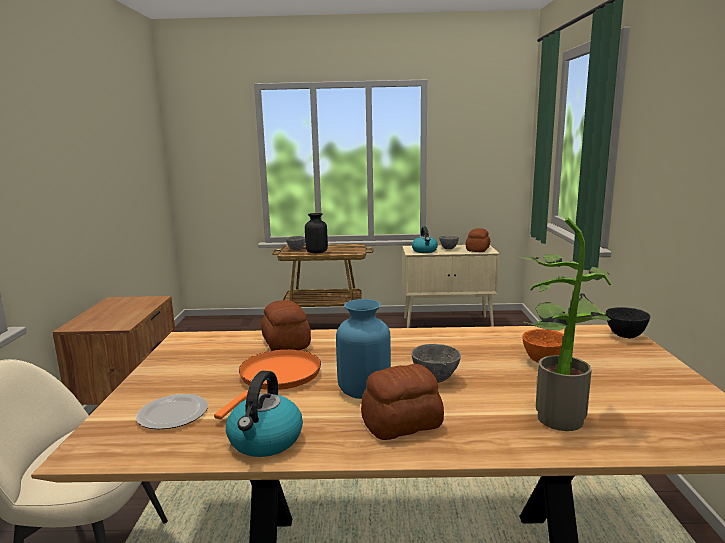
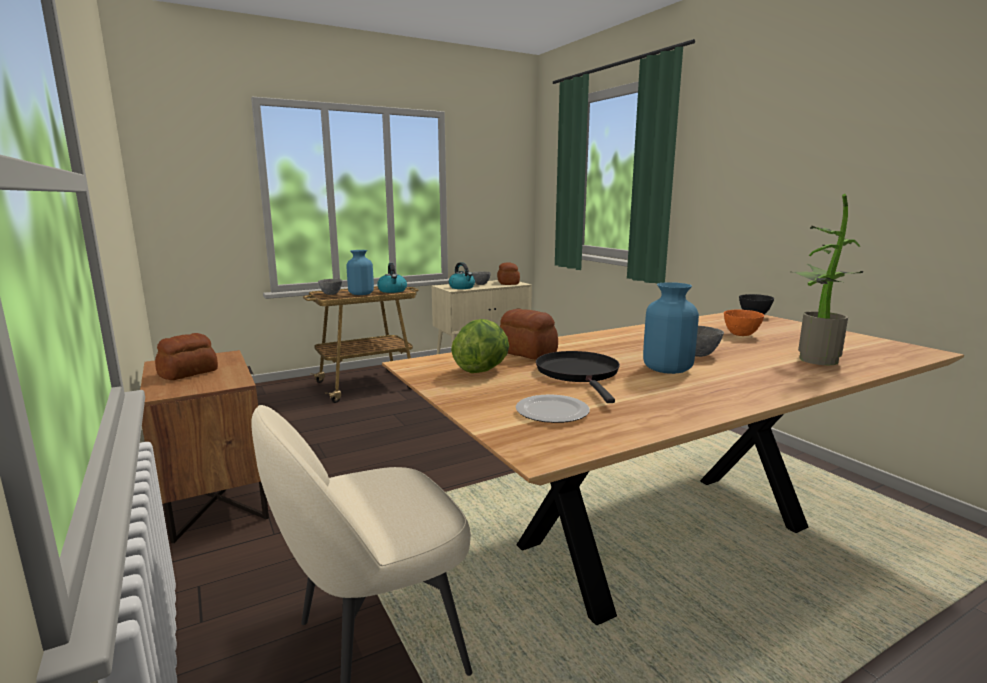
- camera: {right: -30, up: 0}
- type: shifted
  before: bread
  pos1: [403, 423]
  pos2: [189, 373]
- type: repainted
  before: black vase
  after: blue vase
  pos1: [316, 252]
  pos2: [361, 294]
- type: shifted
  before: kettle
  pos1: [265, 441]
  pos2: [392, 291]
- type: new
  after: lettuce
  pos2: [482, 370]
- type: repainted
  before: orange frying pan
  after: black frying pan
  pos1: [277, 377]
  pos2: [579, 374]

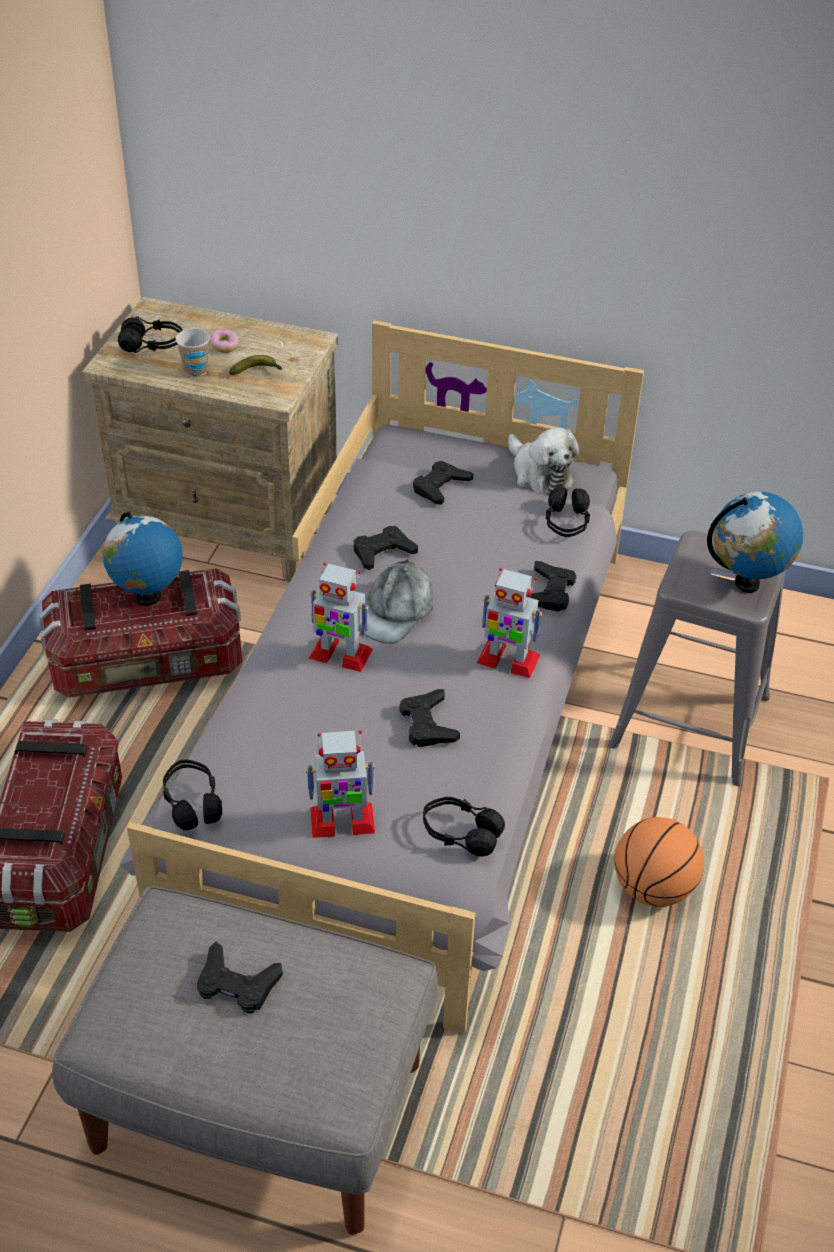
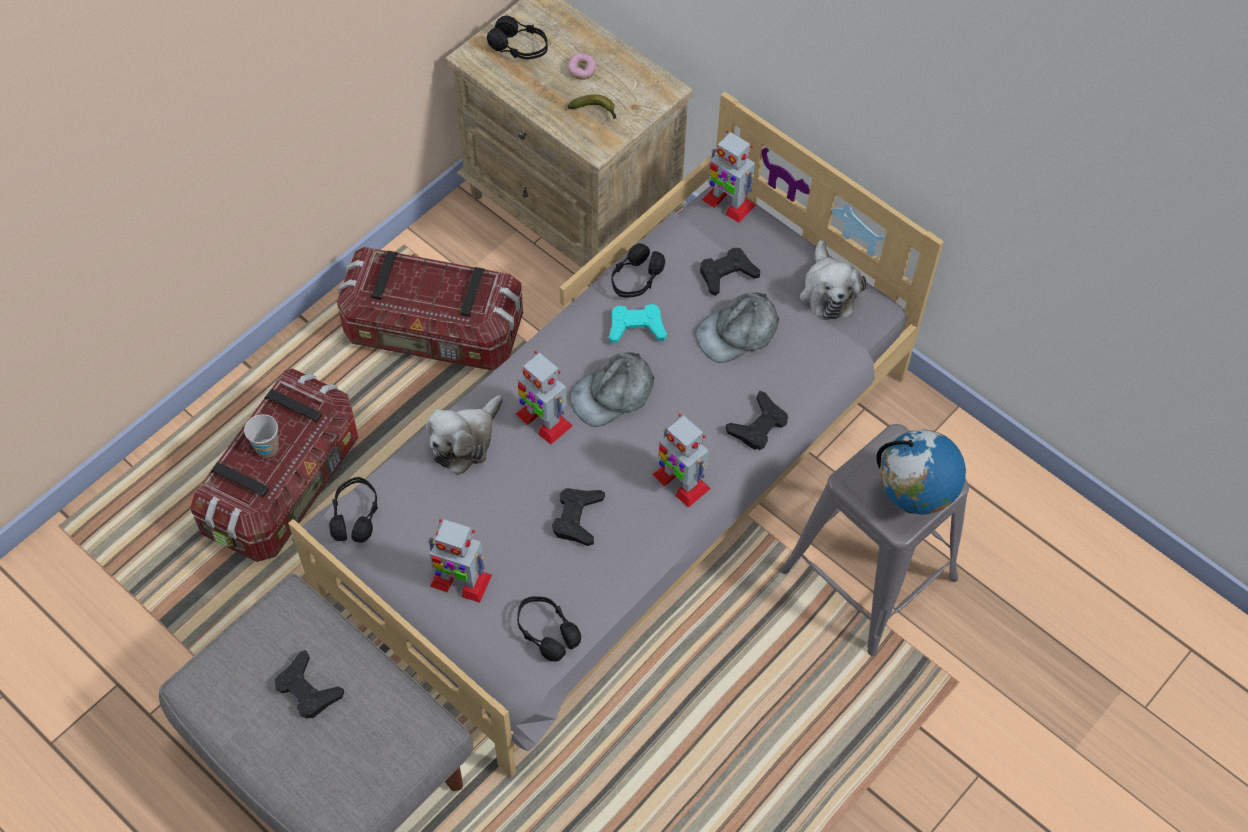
- camera: {right: 25, up: 15}
- type: shifted
  before: cup
  pos1: [195, 370]
  pos2: [267, 448]
- type: new
  after: plush toy
  pos2: [465, 441]
- type: repainted
  before: black game controller
  after: turquoise game controller
  pos1: [383, 552]
  pos2: [636, 327]
- type: shifted
  before: black headphones
  pos1: [566, 522]
  pos2: [636, 279]
- type: new
  after: grey cap
  pos2: [738, 332]
- type: new
  after: toy robot
  pos2: [727, 202]
- type: gone
  before: globe
  pos1: [148, 597]
- type: gone
  before: basketball
  pos1: [653, 888]

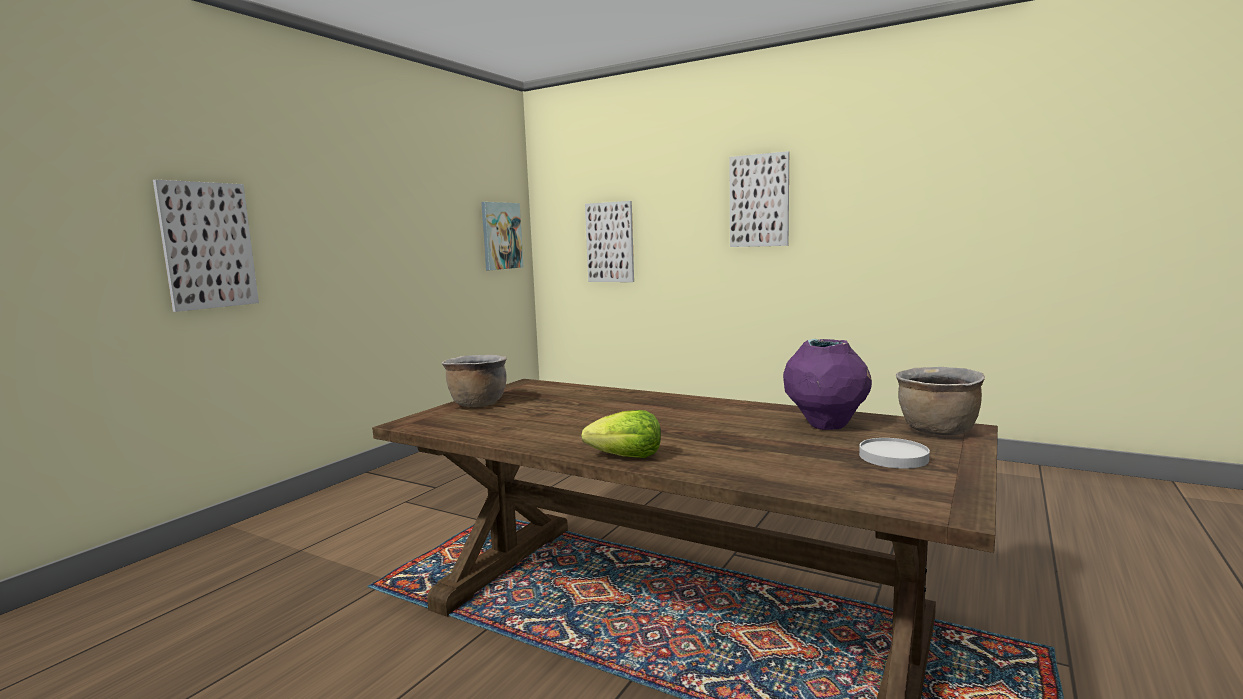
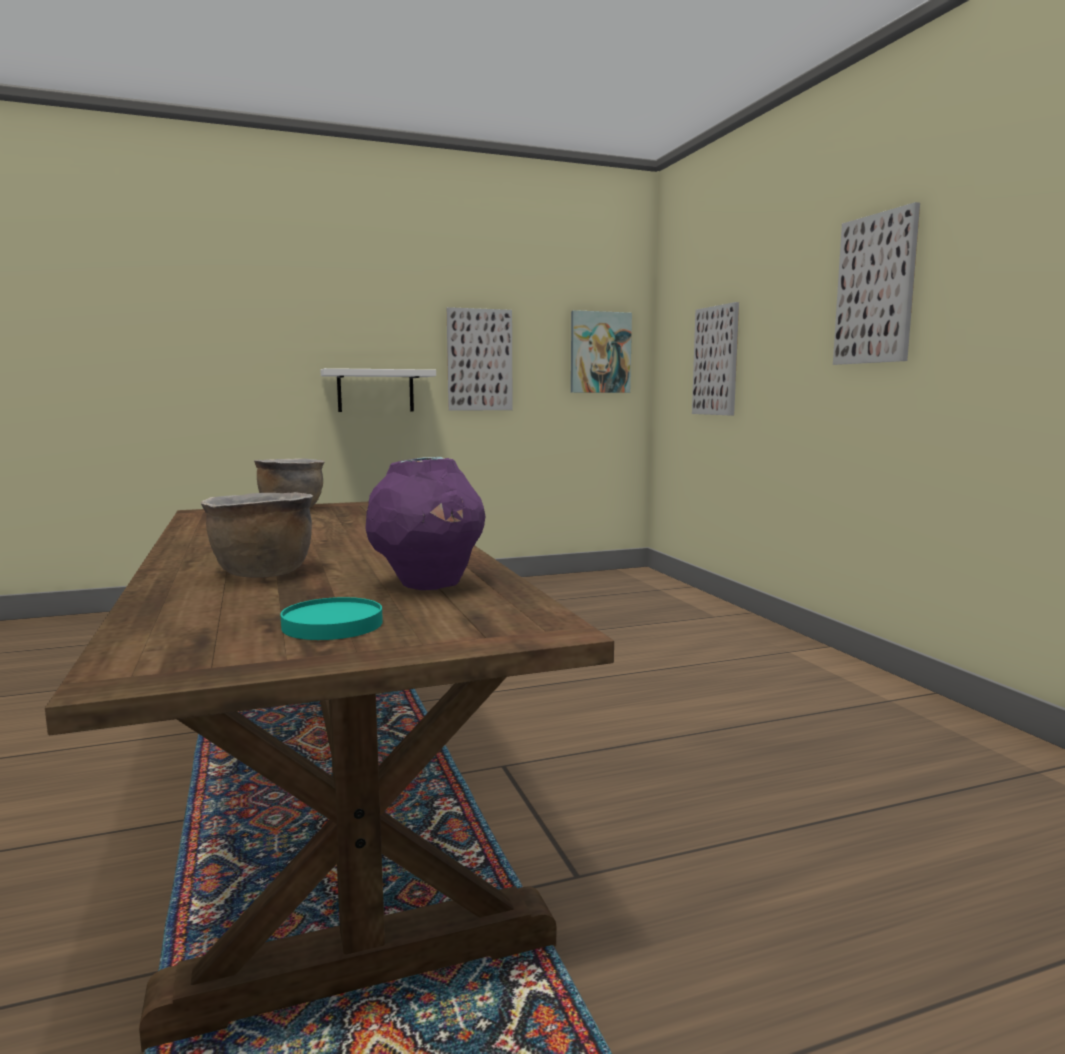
- camera: {right: 40, up: 0}
- type: shifted
  before: brown cooking pot
  pos1: [937, 431]
  pos2: [262, 573]
- type: repainted
  before: white plate
  after: turquoise plate
  pos1: [893, 457]
  pos2: [333, 624]
- type: new
  after: white shelf
  pos2: [375, 391]
- type: shifted
  before: picture
  pos1: [208, 245]
  pos2: [479, 360]
- type: gone
  before: lettuce
  pos1: [627, 457]

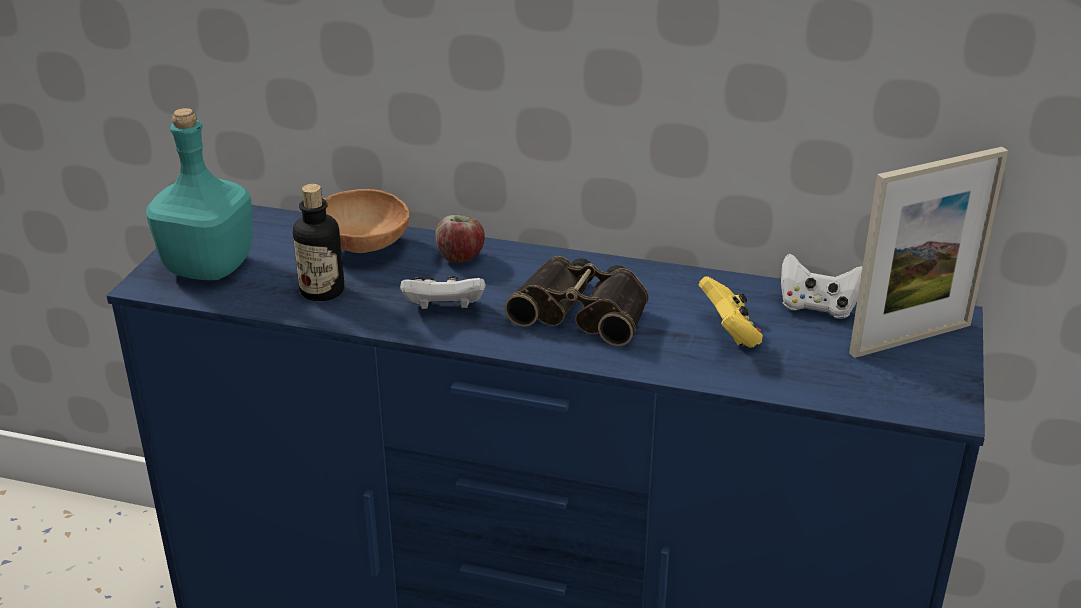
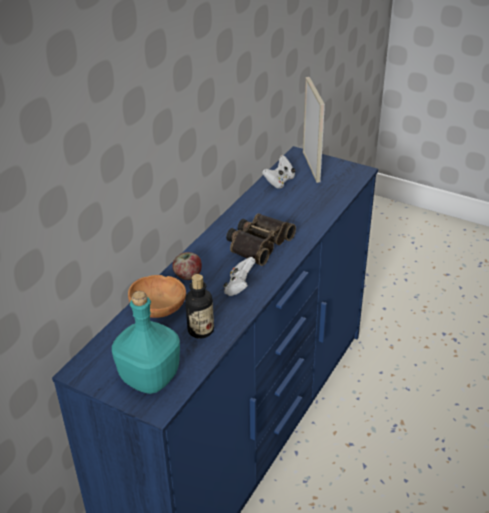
- camera: {right: -75, up: 5}
- type: gone
  before: yellow game controller
  pos1: [730, 334]

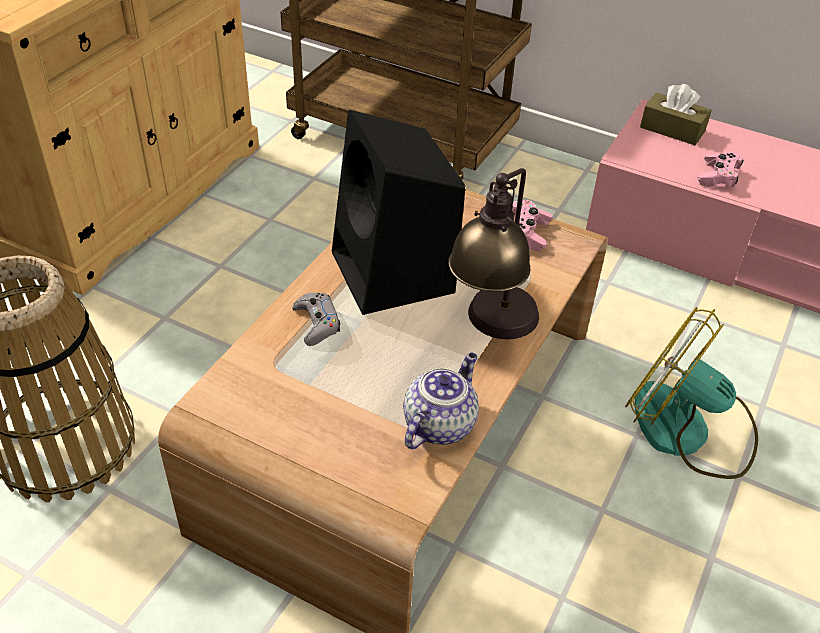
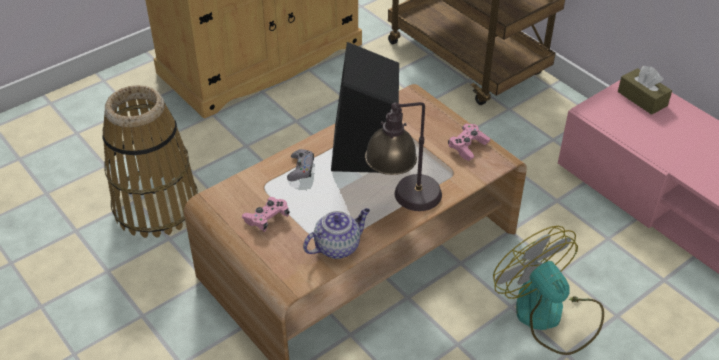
- camera: {right: 25, up: 0}
- type: shifted
  before: pink game controller
  pos1: [718, 177]
  pos2: [267, 219]

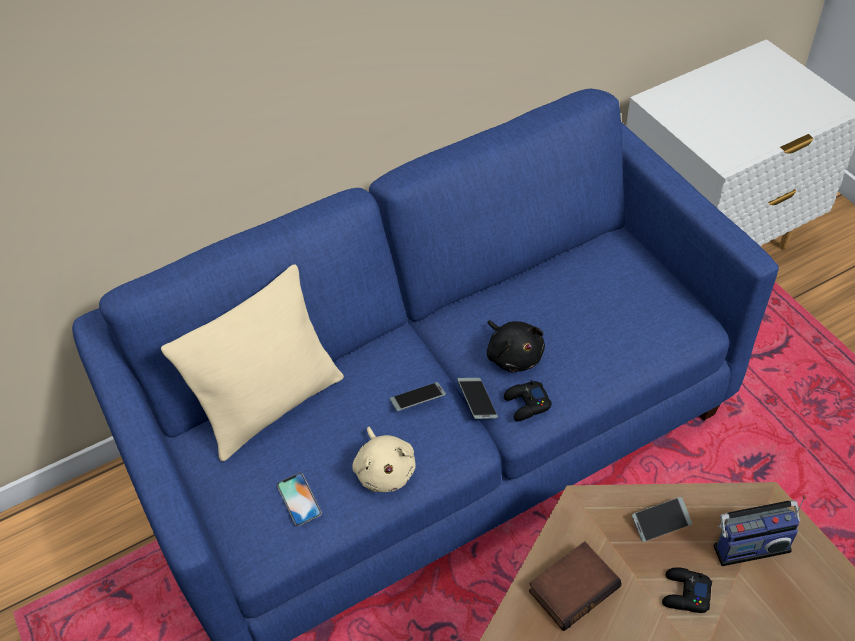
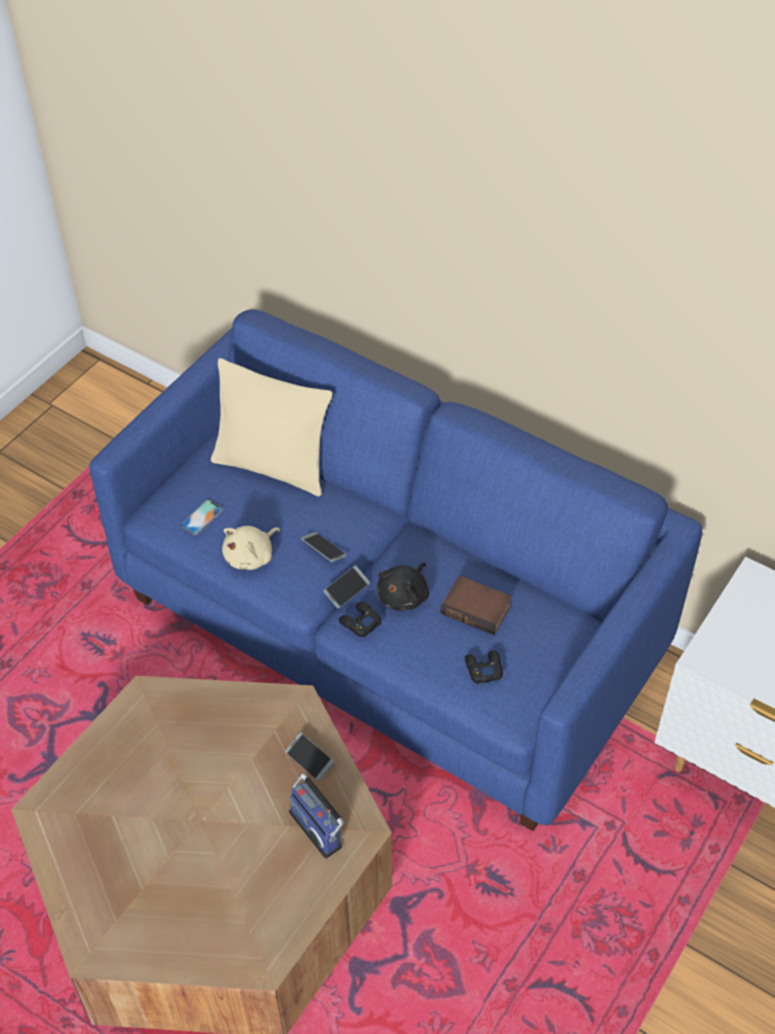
- camera: {right: 60, up: 0}
- type: shifted
  before: book
  pos1: [573, 587]
  pos2: [477, 608]
- type: shifted
  before: black game controller
  pos1: [685, 594]
  pos2: [483, 669]

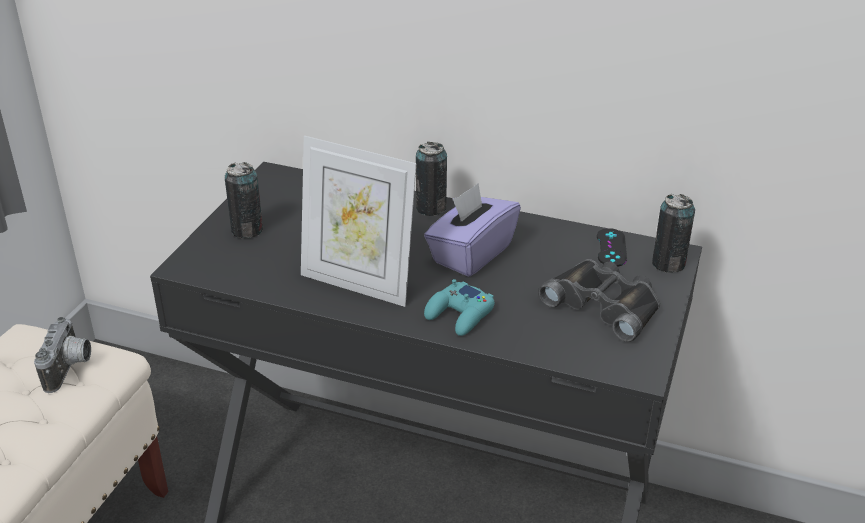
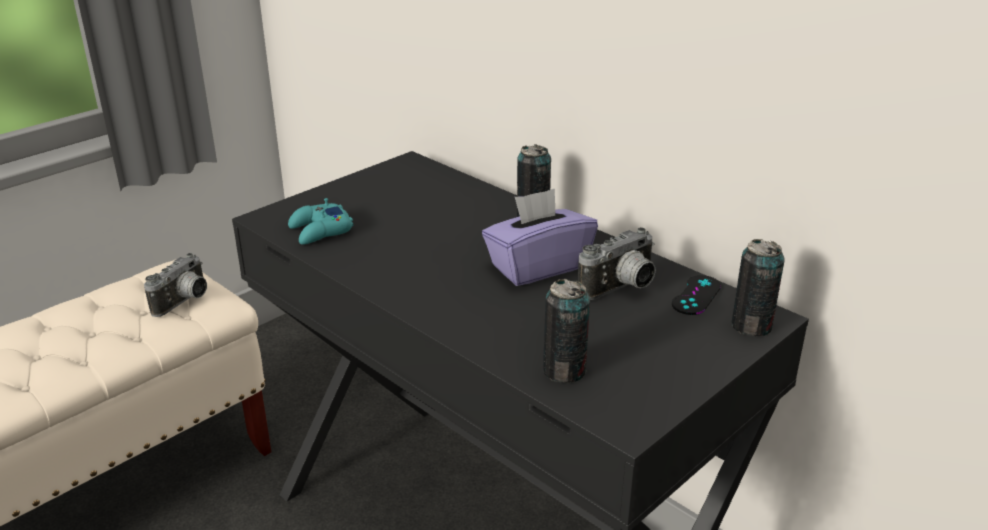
- camera: {right: 25, up: -5}
- type: shifted
  before: turquoise game controller
  pos1: [460, 315]
  pos2: [320, 231]
- type: shifted
  before: can
  pos1: [247, 230]
  pos2: [564, 371]
- type: new
  after: photo camera
  pos2: [622, 289]
- type: gone
  before: picture frame
  pos1: [358, 283]
- type: gone
  before: black binoculars
  pos1: [604, 305]

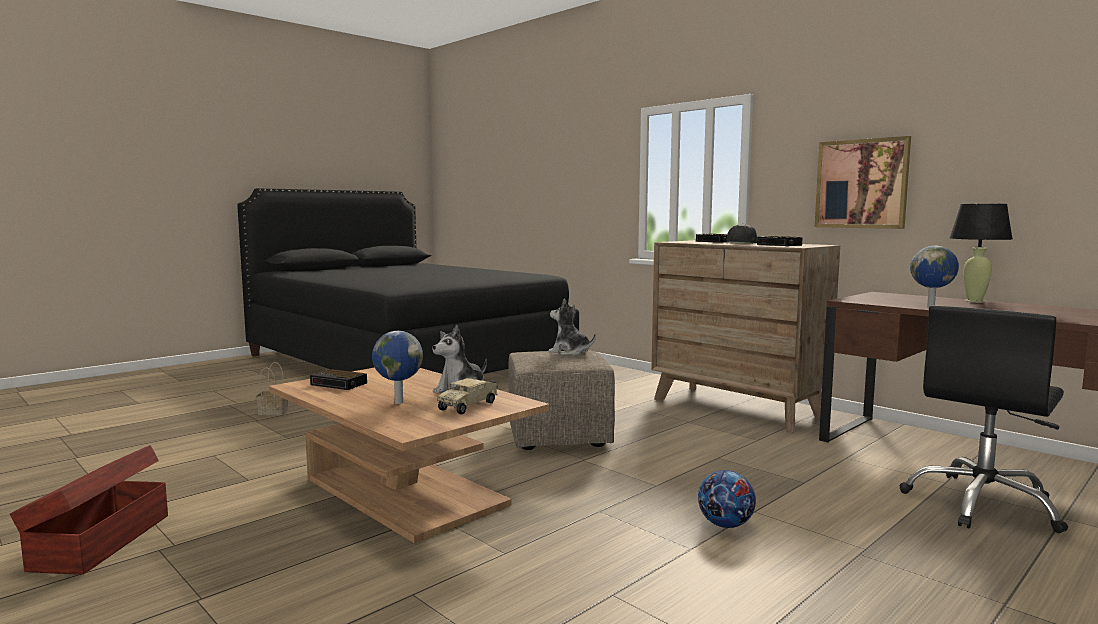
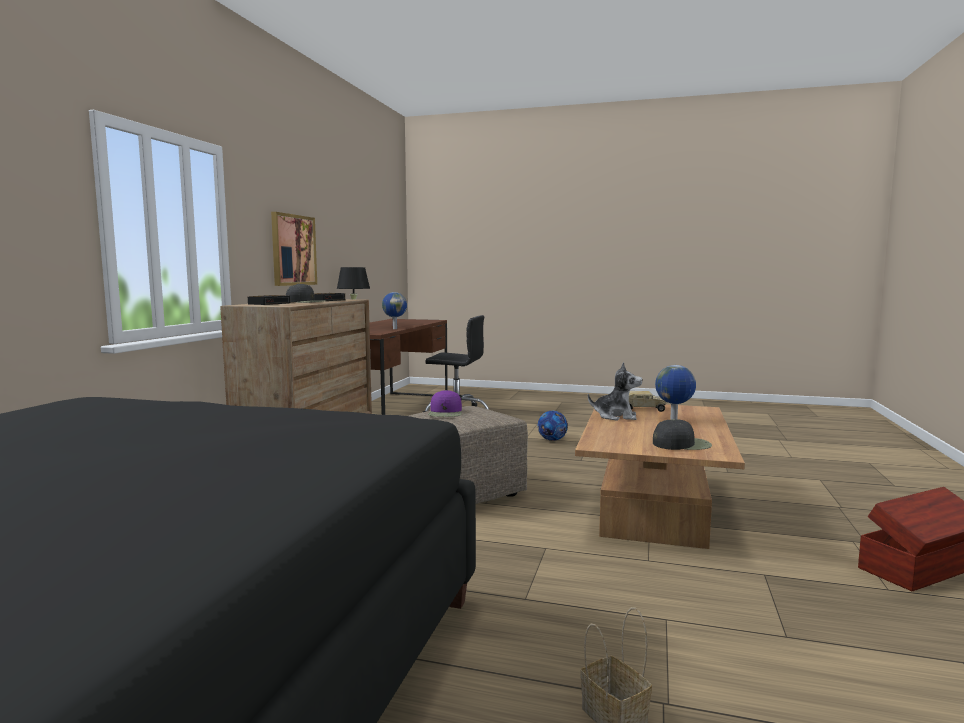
- camera: {right: -120, up: 0}
- type: swapped
  before: plush toy
  after: purple cap
  pos1: [570, 352]
  pos2: [445, 412]
- type: swapped
  before: alarm clock
  after: black cap
  pos1: [340, 384]
  pos2: [682, 444]

